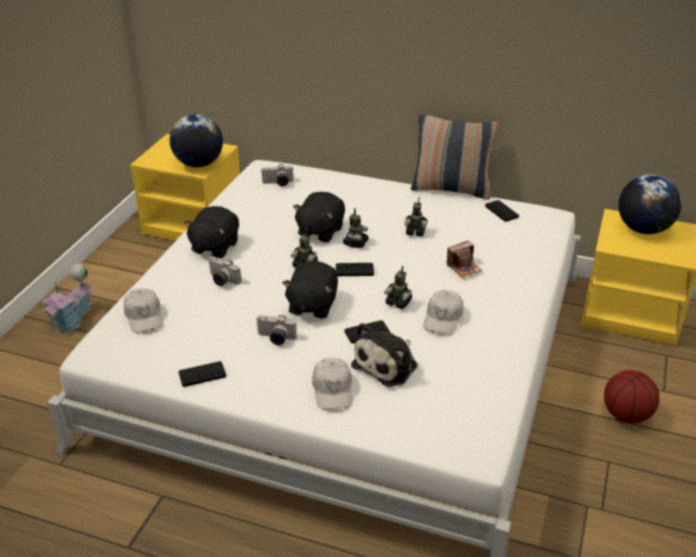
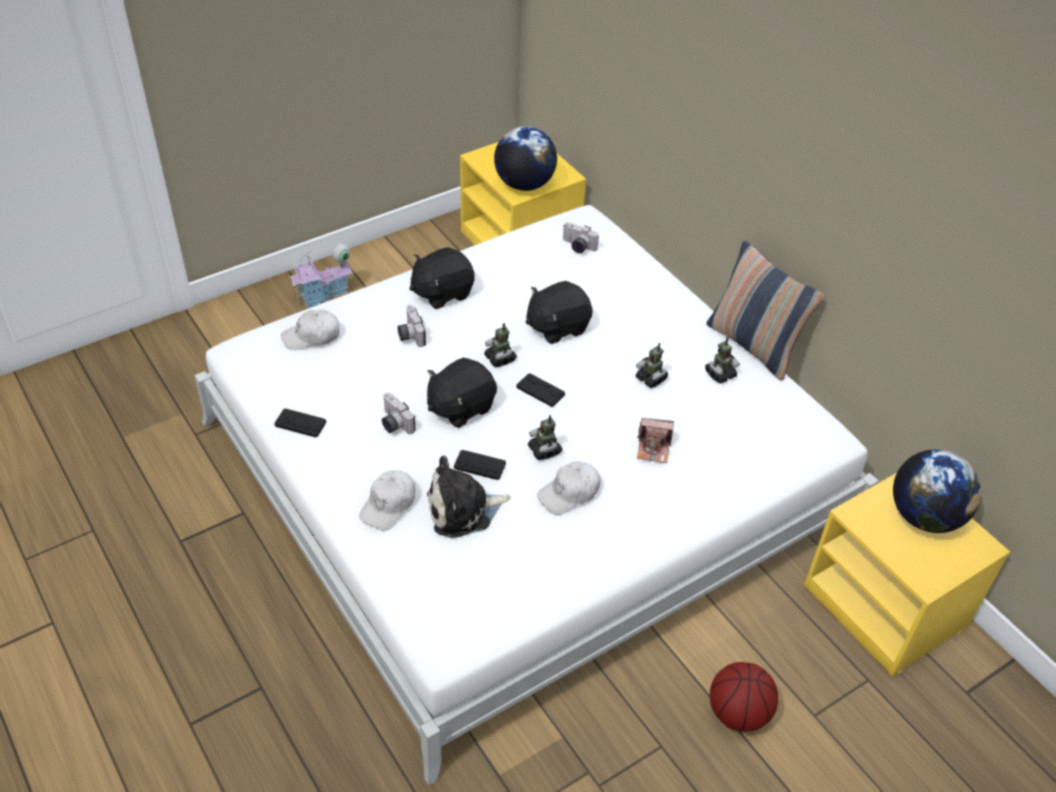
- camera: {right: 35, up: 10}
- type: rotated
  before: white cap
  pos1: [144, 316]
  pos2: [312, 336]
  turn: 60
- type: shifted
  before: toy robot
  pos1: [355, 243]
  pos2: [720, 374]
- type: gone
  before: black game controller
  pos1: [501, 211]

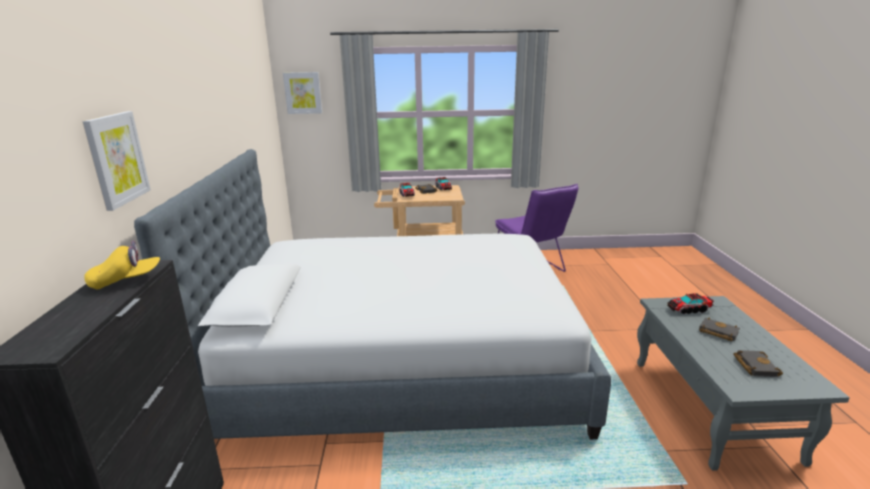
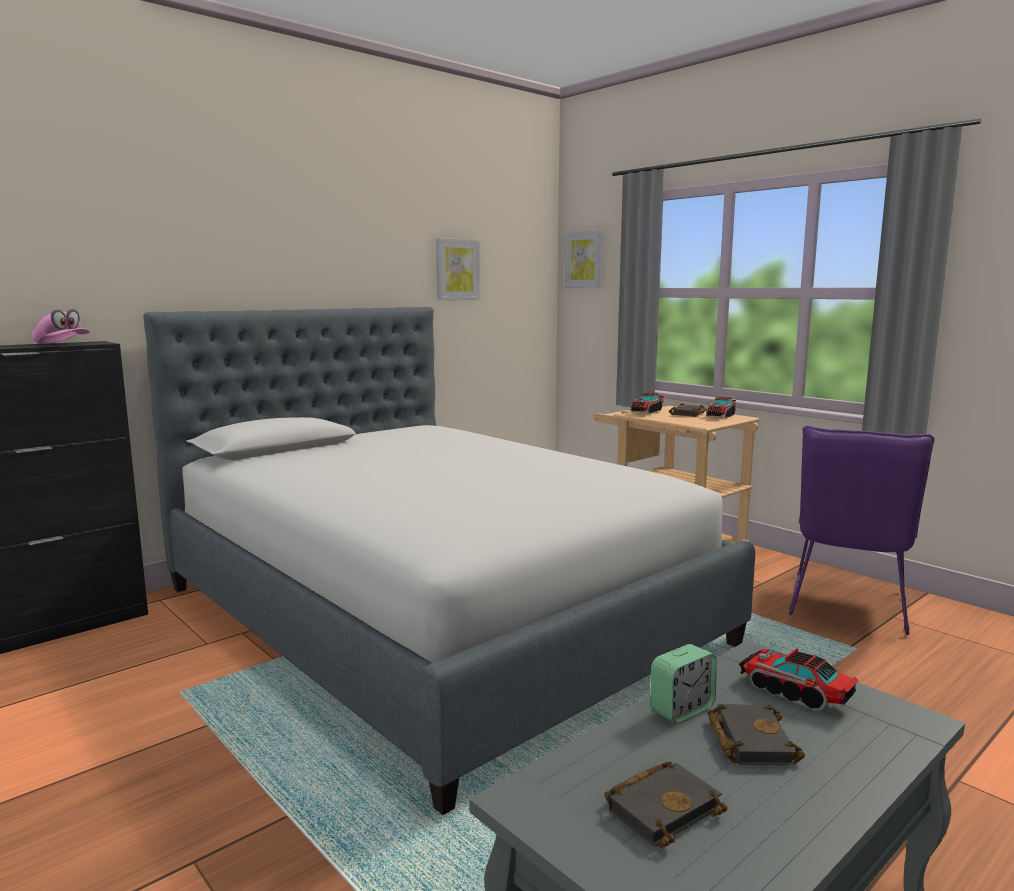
- camera: {right: 50, up: -10}
- type: repainted
  before: yellow cap
  after: pink cap
  pos1: [126, 281]
  pos2: [62, 344]
- type: shifted
  before: picture
  pos1: [116, 159]
  pos2: [457, 269]
- type: new
  after: alarm clock
  pos2: [682, 709]

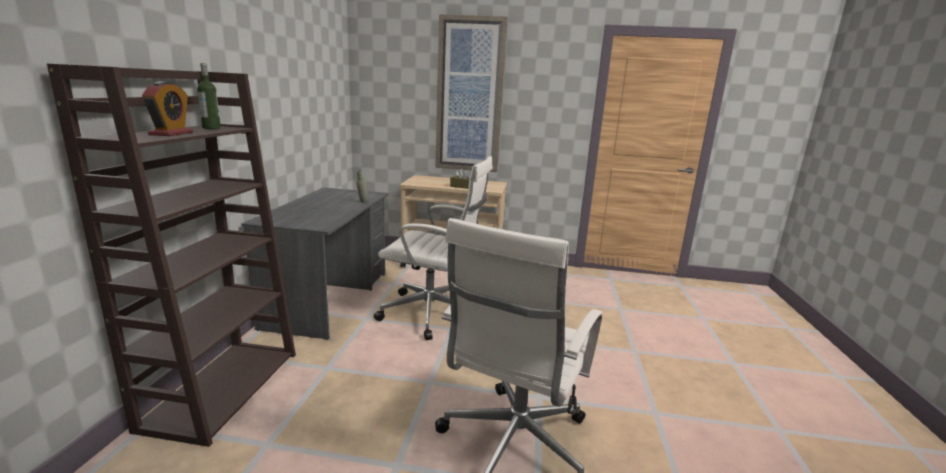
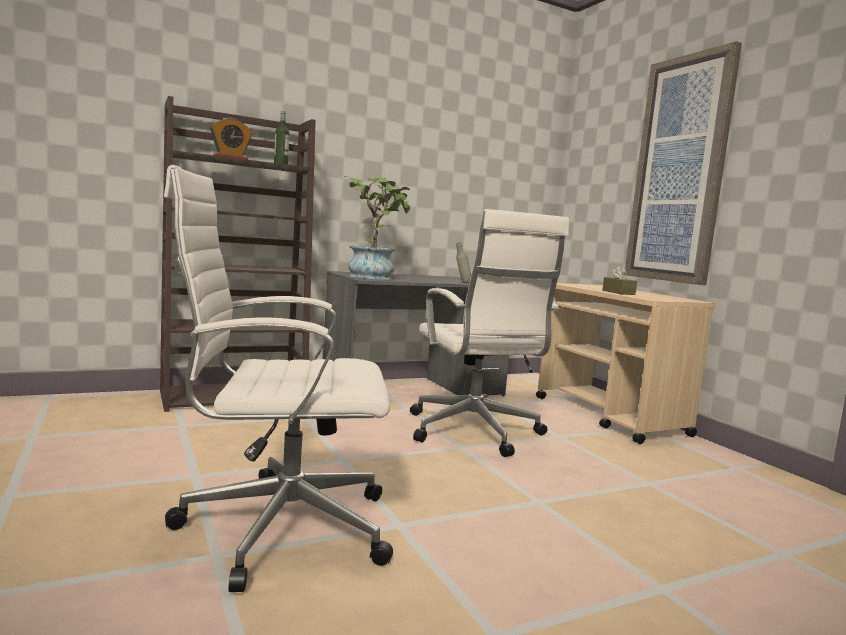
- camera: {right: 55, up: -10}
- type: new
  after: potted plant
  pos2: [374, 276]

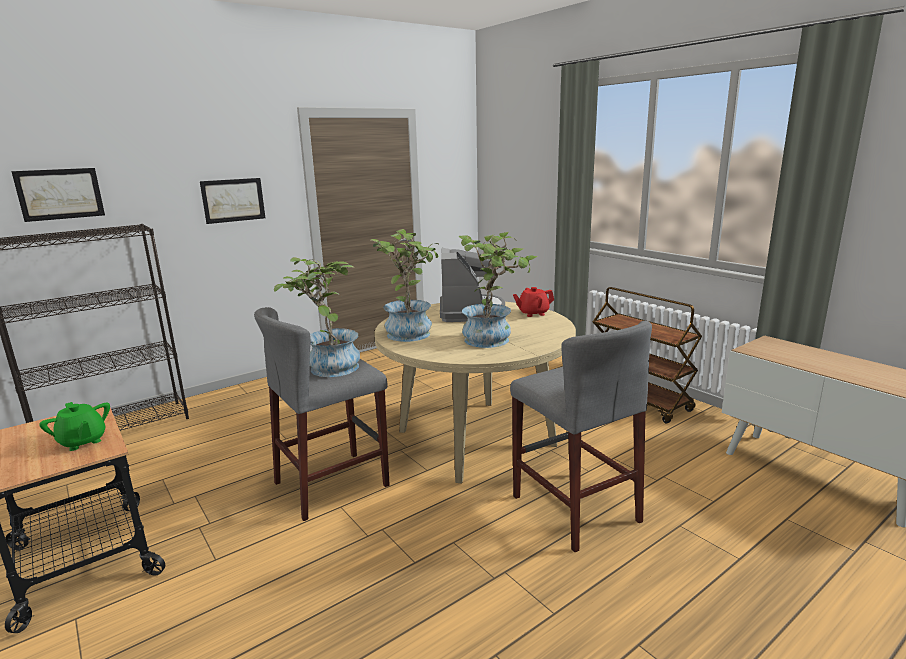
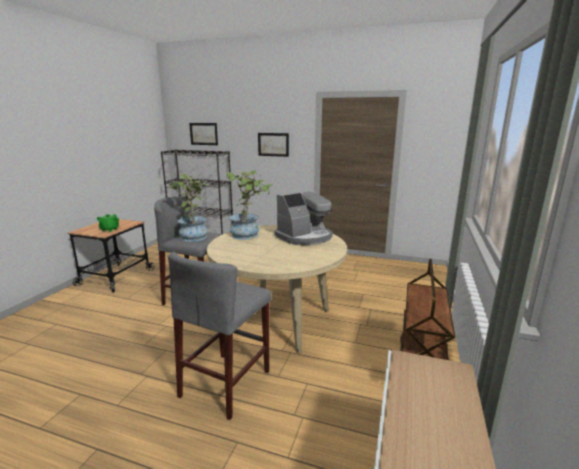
- camera: {right: 55, up: 0}
- type: gone
  before: potted plant
  pos1: [493, 339]
- type: gone
  before: red teapot
  pos1: [533, 313]

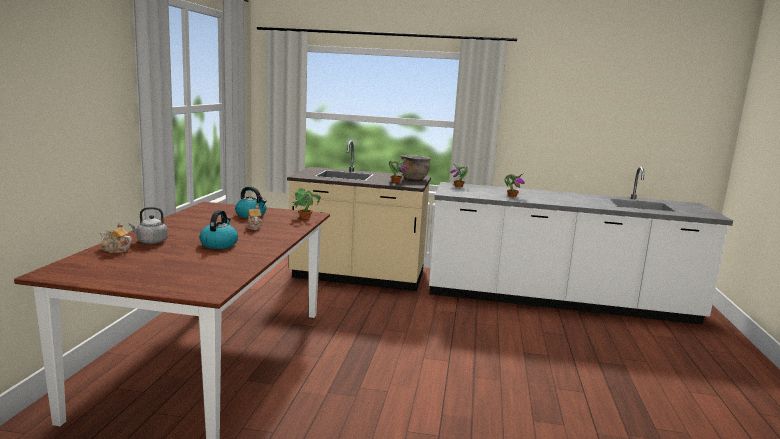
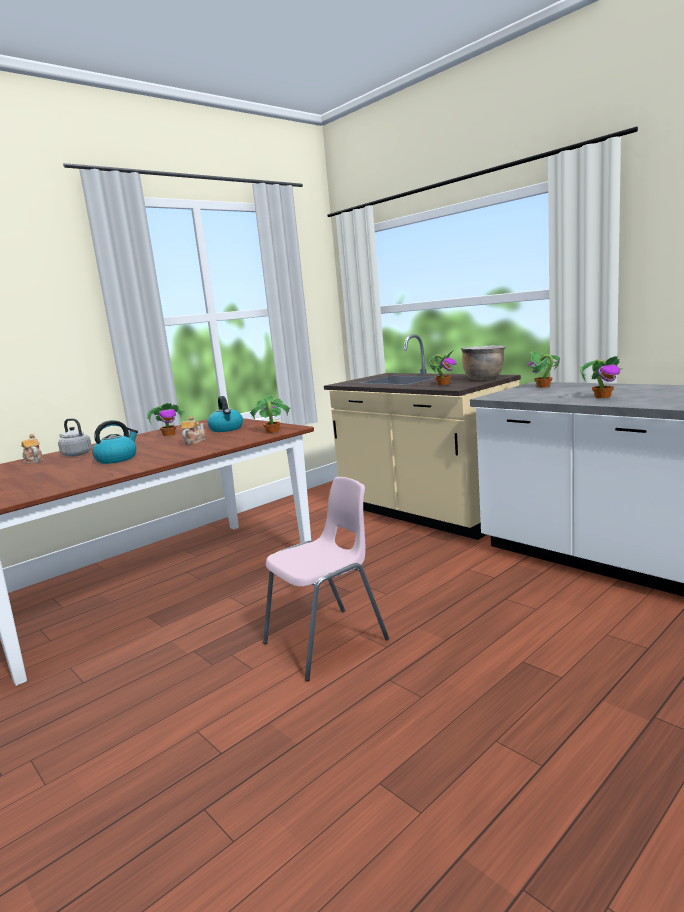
- camera: {right: 40, up: 0}
- type: new
  after: potted plant
  pos2: [169, 434]
- type: new
  after: pink chair
  pos2: [328, 642]

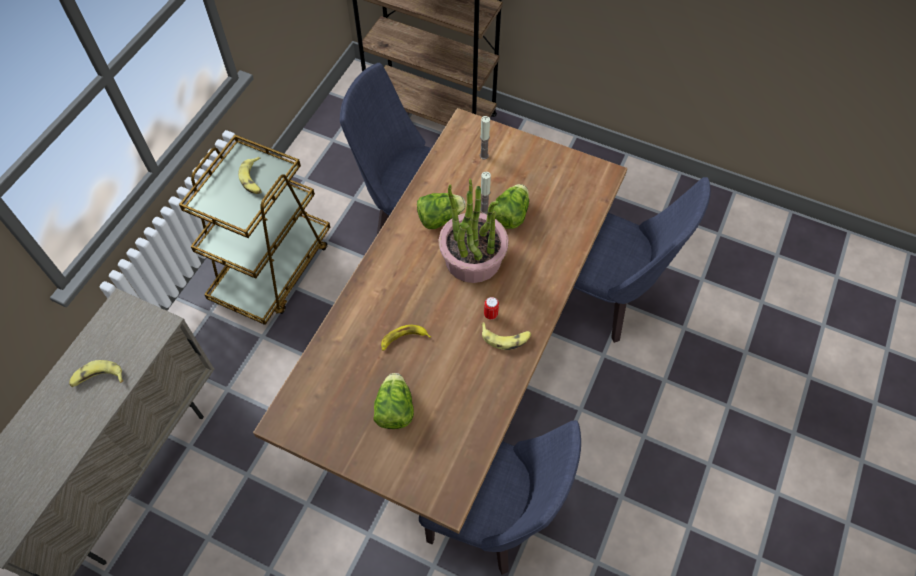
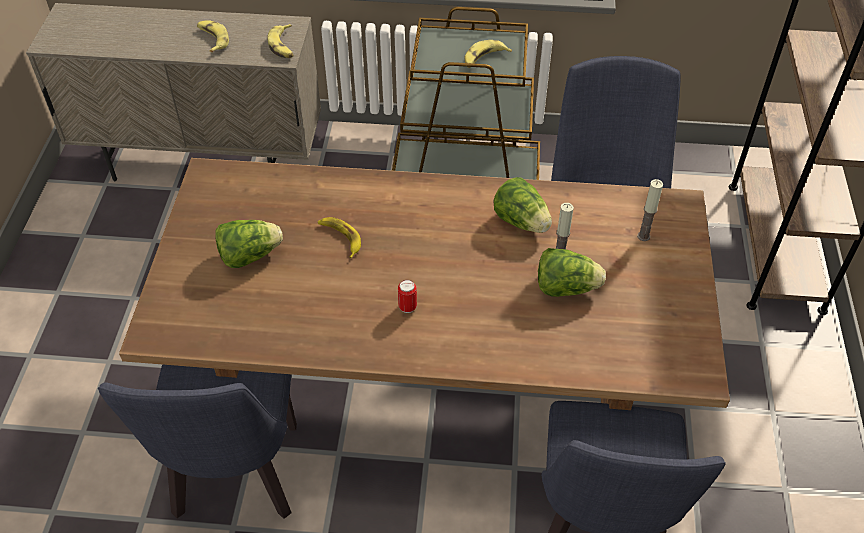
- camera: {right: 70, up: -10}
- type: shifted
  before: banana
  pos1: [506, 338]
  pos2: [283, 46]
- type: gone
  before: potted plant
  pos1: [473, 259]

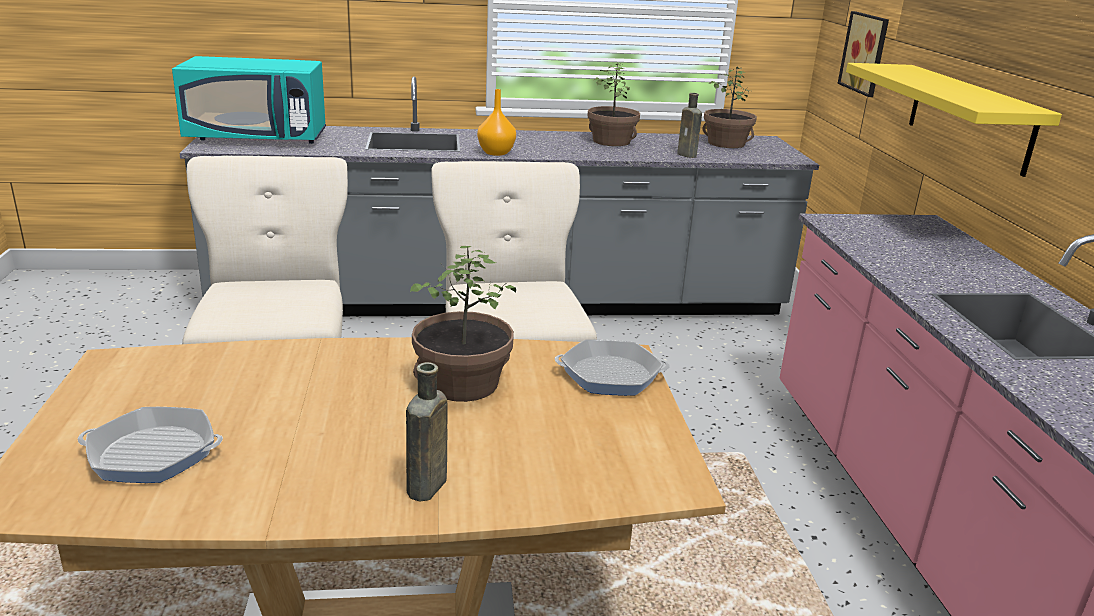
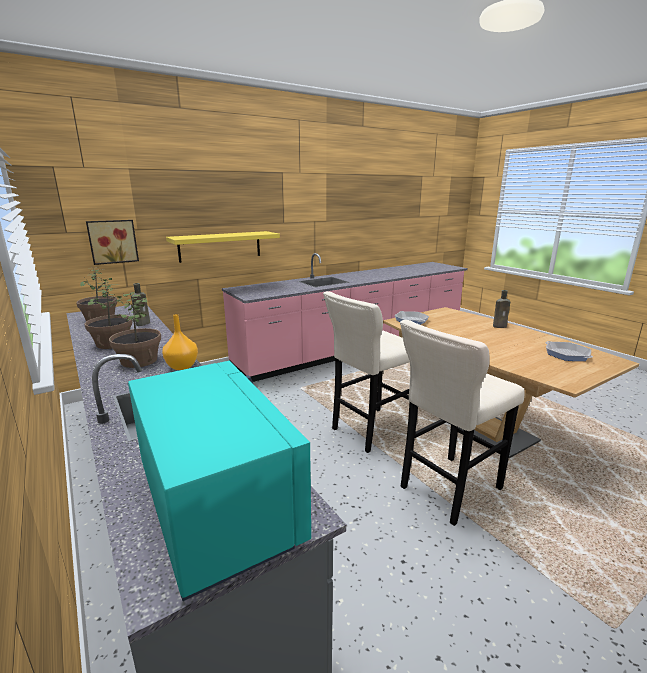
- camera: {right: -115, up: -5}
- type: shifted
  before: potted plant
  pos1: [462, 383]
  pos2: [138, 361]

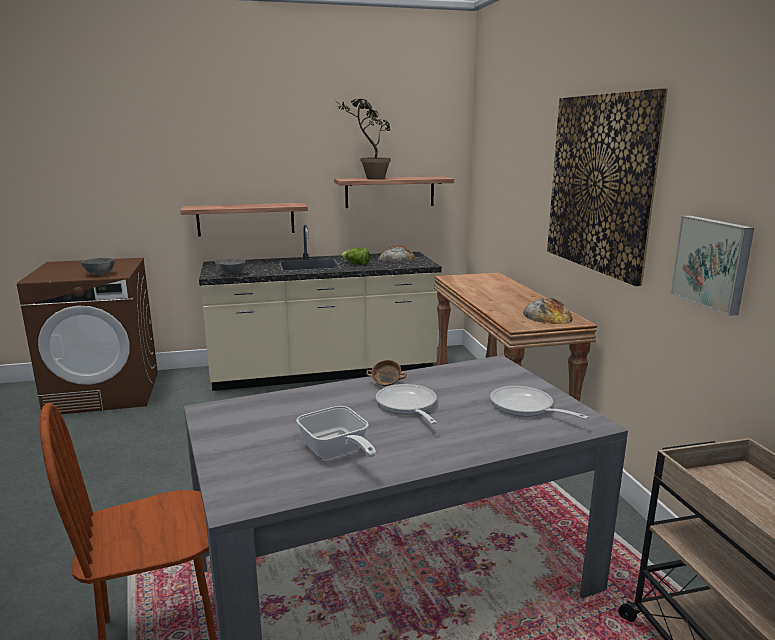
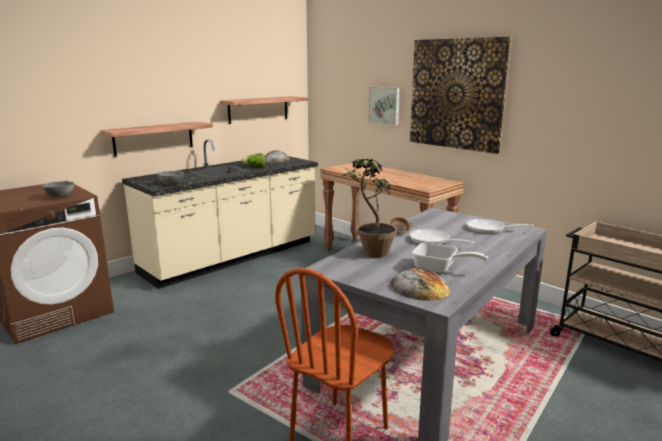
- camera: {right: -30, up: 0}
- type: shifted
  before: potted plant
  pos1: [369, 178]
  pos2: [370, 255]
- type: shifted
  before: picture
  pos1: [713, 263]
  pos2: [385, 105]
- type: shifted
  before: bread
  pos1: [547, 315]
  pos2: [419, 287]

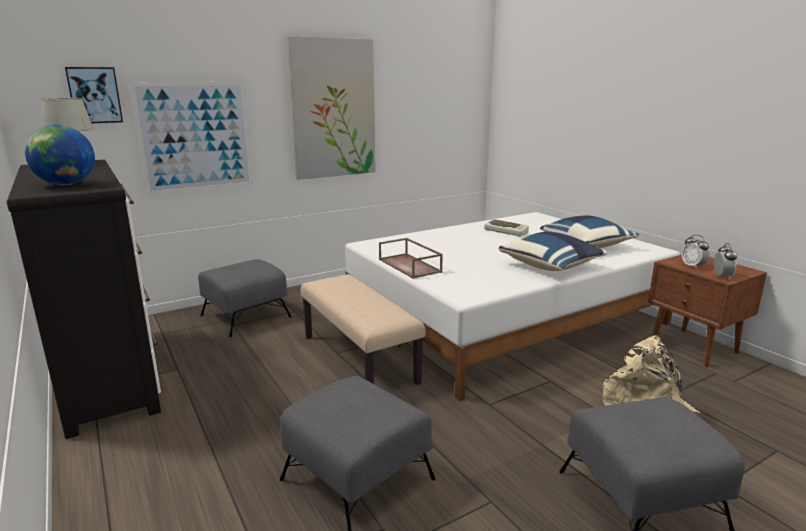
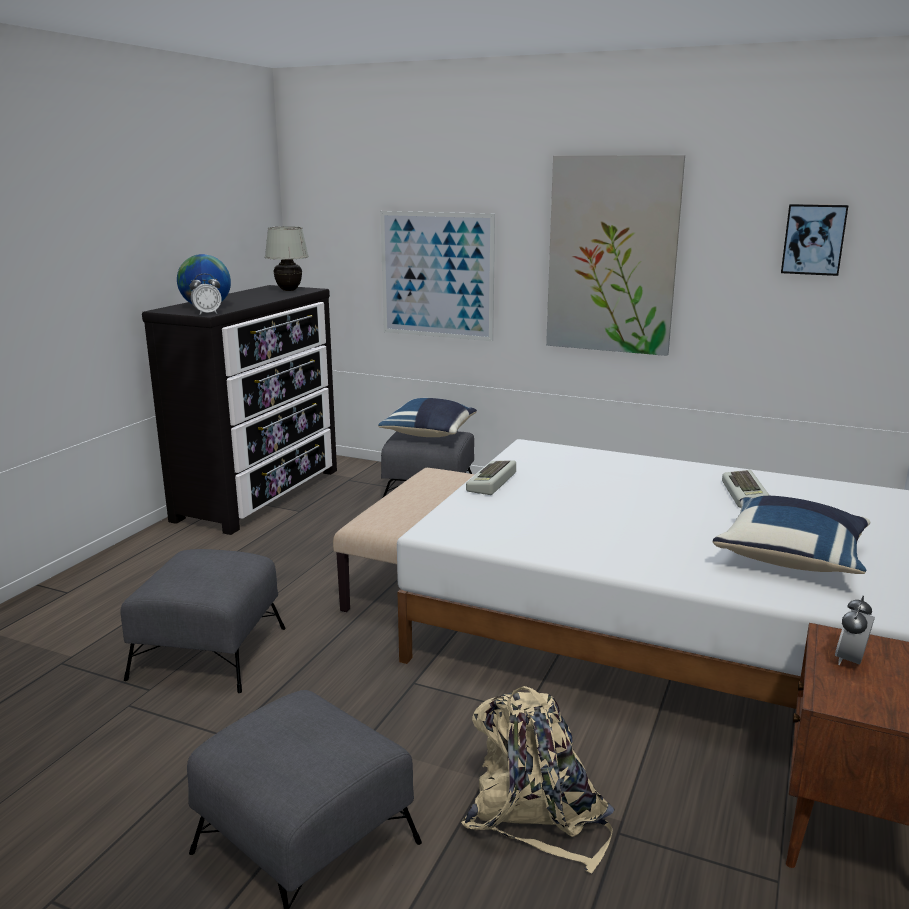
- camera: {right: 55, up: 0}
- type: shifted
  before: alarm clock
  pos1: [722, 276]
  pos2: [207, 313]
- type: shifted
  before: blue pillow
  pos1: [551, 266]
  pos2: [429, 434]
- type: swapped
  before: brown tray
  after: keyboard
  pos1: [410, 265]
  pos2: [493, 483]
- type: shifted
  before: picture
  pos1: [94, 95]
  pos2: [813, 239]

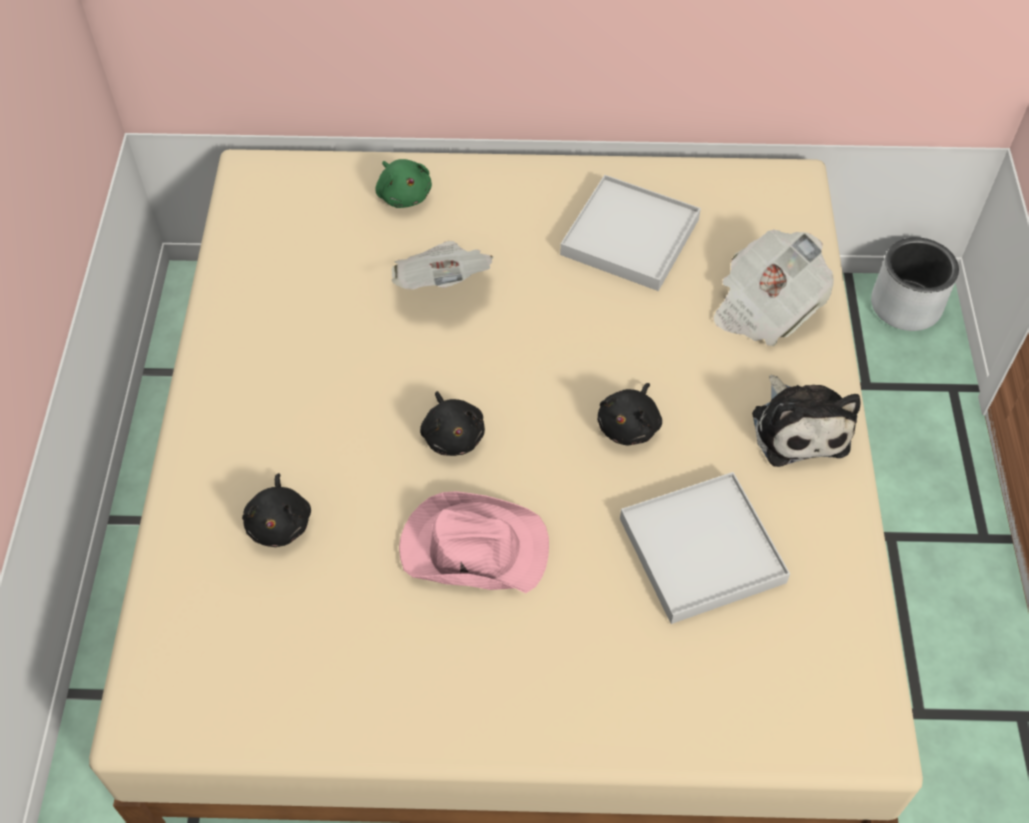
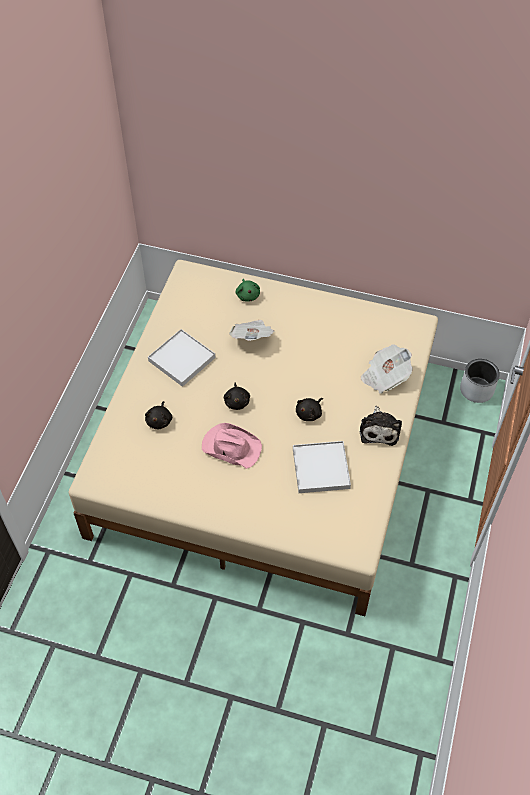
- camera: {right: 15, up: 0}
- type: shifted
  before: white tray
  pos1: [629, 237]
  pos2: [181, 359]

